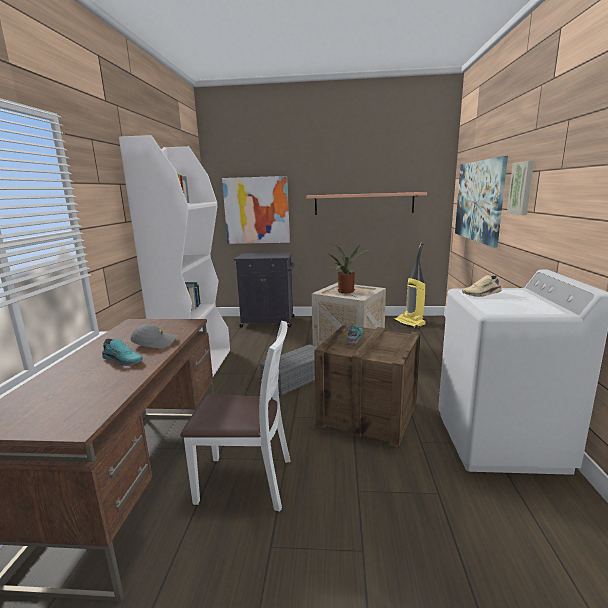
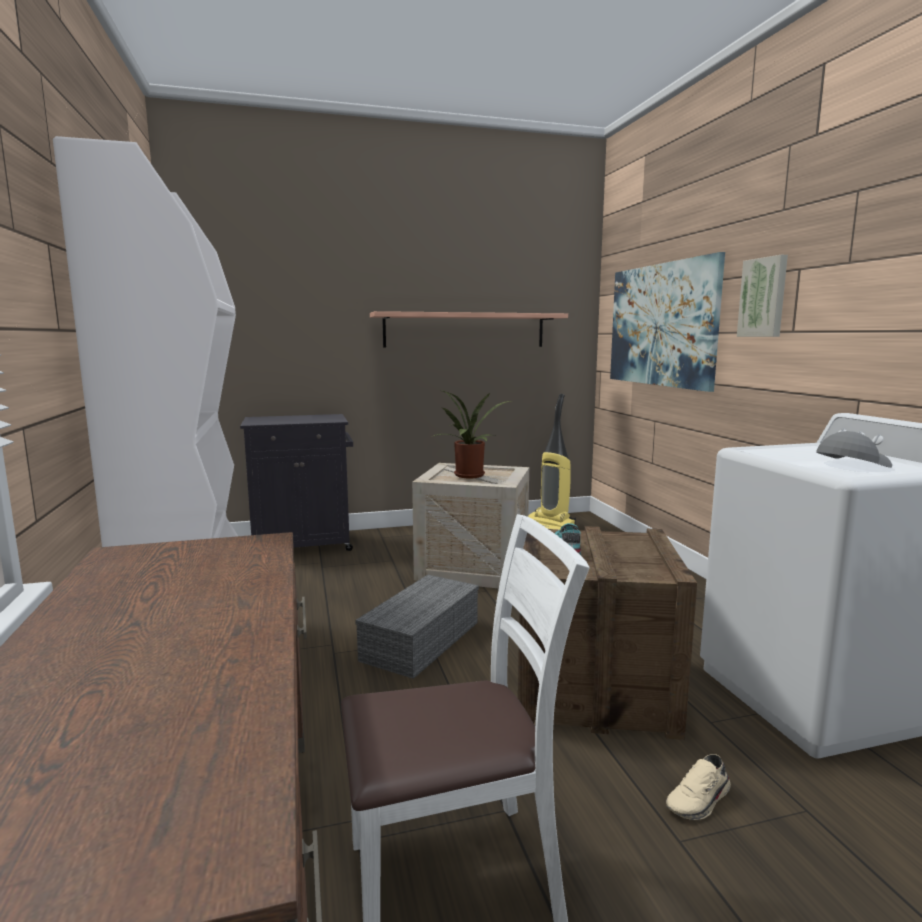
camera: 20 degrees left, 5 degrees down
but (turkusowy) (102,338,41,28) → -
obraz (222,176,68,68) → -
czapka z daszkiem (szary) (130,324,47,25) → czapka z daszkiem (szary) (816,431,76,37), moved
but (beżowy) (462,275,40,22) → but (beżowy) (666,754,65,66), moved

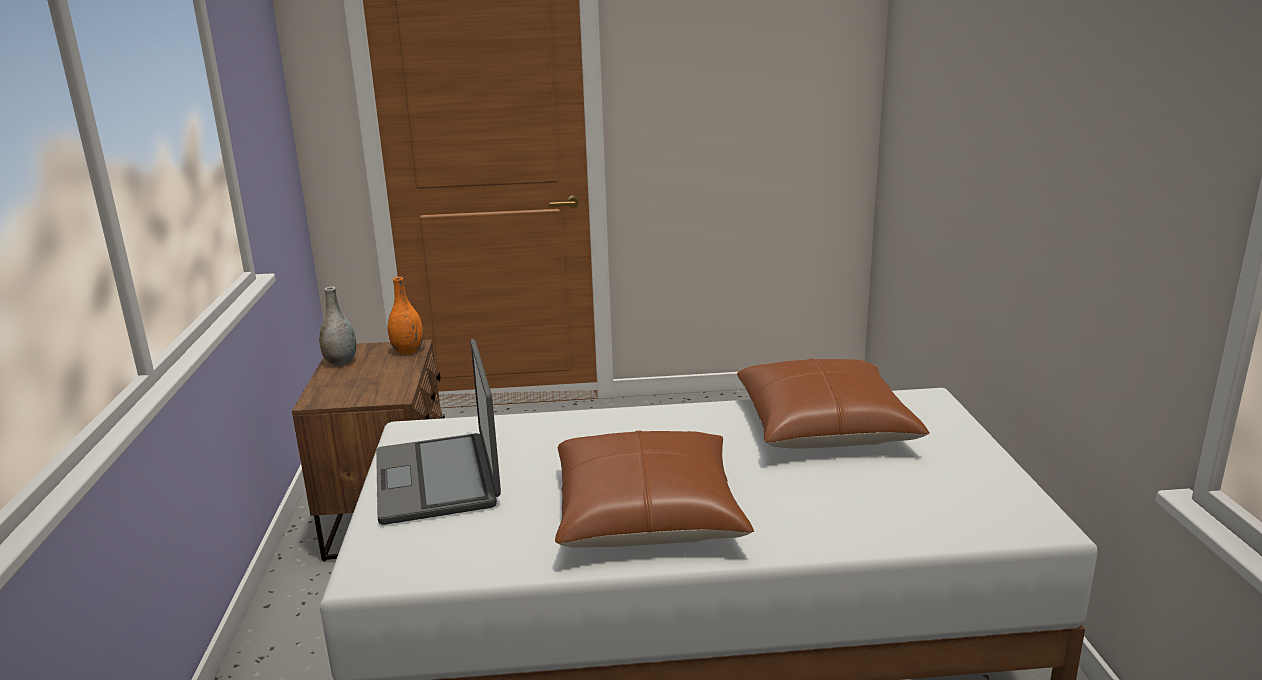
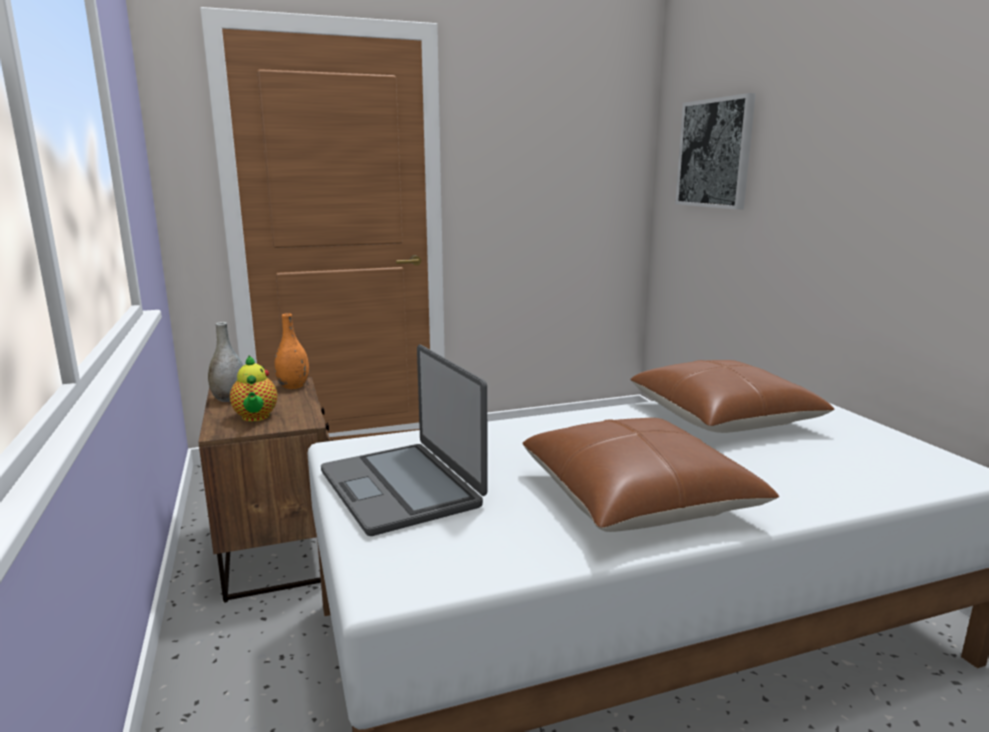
camera: 15 degrees left, 5 degrees down
- → imbryk (230,355,48,67)
- → obraz (675,93,81,117)

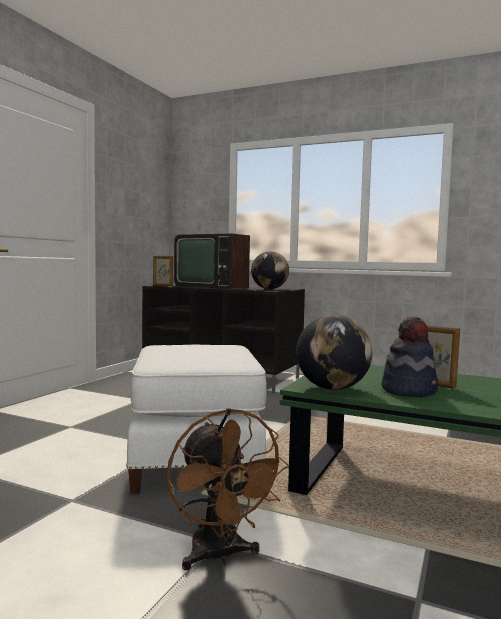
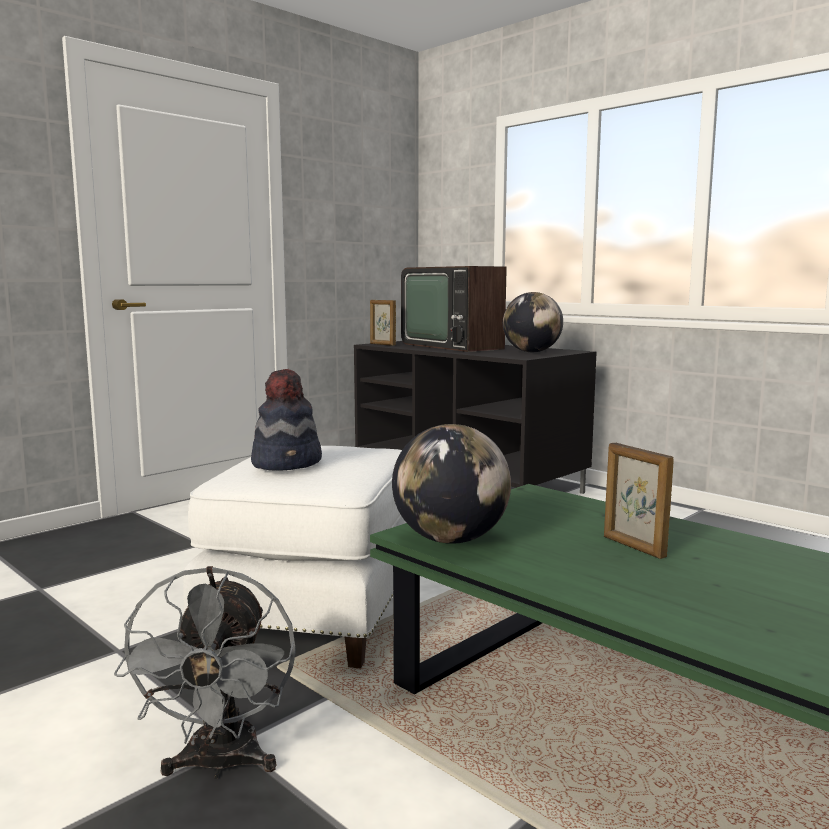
camera: 20 degrees right, 5 degrees up
kapelusz (381,317,57,80) → kapelusz (251,369,71,102), moved
wentylator (brązowy) (167,408,123,162) → wentylator (szary) (114,566,182,213)

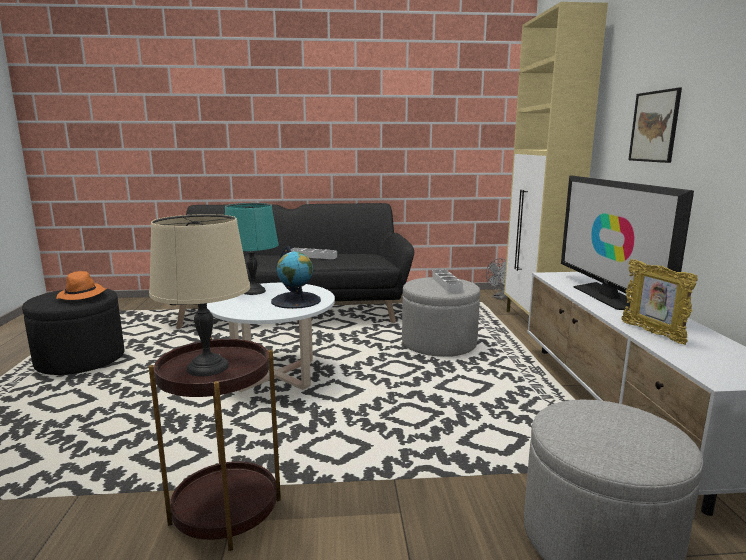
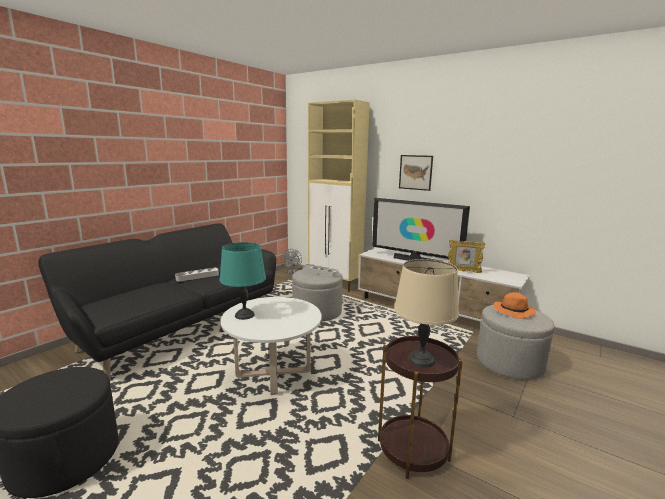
camera: 50 degrees left, 0 degrees up
globus (271,246,50,63) → -
kapelusz (pomarańczowy) (57,271,49,29) → kapelusz (pomarańczowy) (493,292,43,27), moved

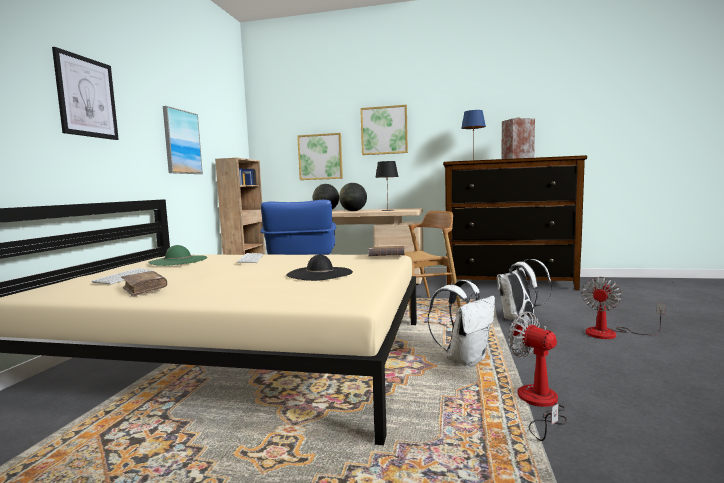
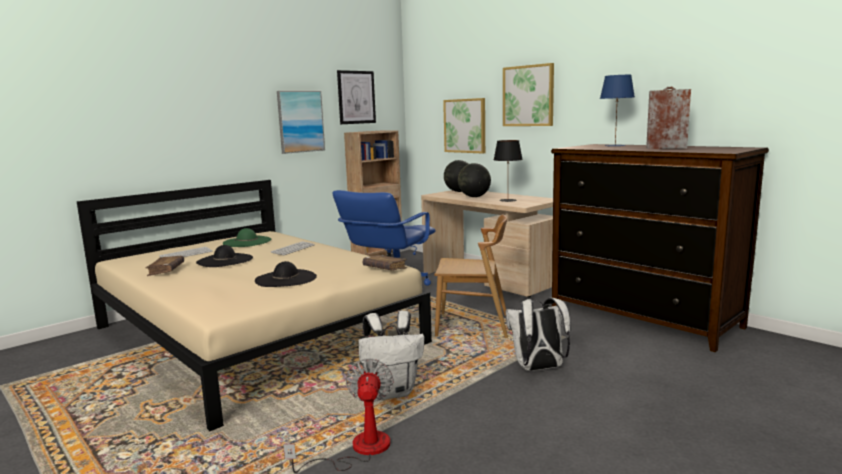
camera: 35 degrees right, 5 degrees up
wentylator (581,277,85,62) → -
- → kapelusz (czarny) (196,245,57,22)
obraz (52,47,67,93) → obraz (337,70,39,54), moved

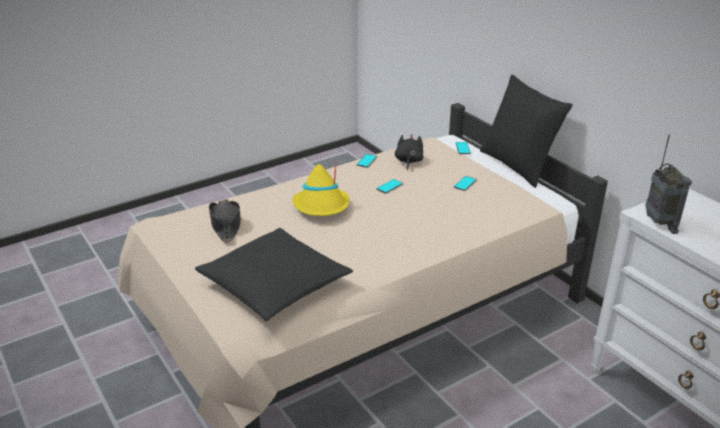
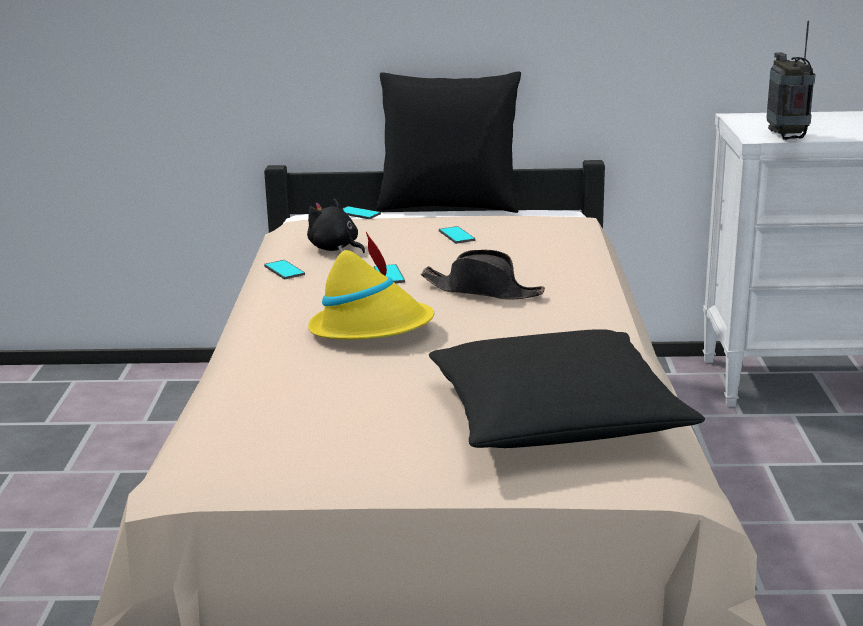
camera: 55 degrees left, 10 degrees down
kapelusz (czarny) (209,199,33,44) → kapelusz (czarny) (421,250,124,50), moved
radio (645,134,47,100) → radio (767,21,48,119), 120 degrees counterclockwise

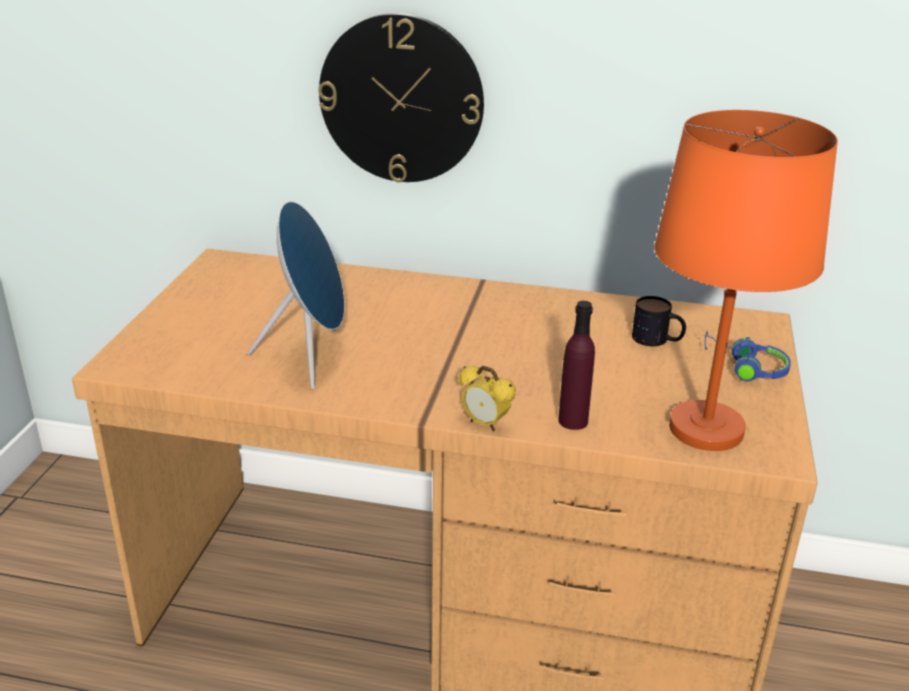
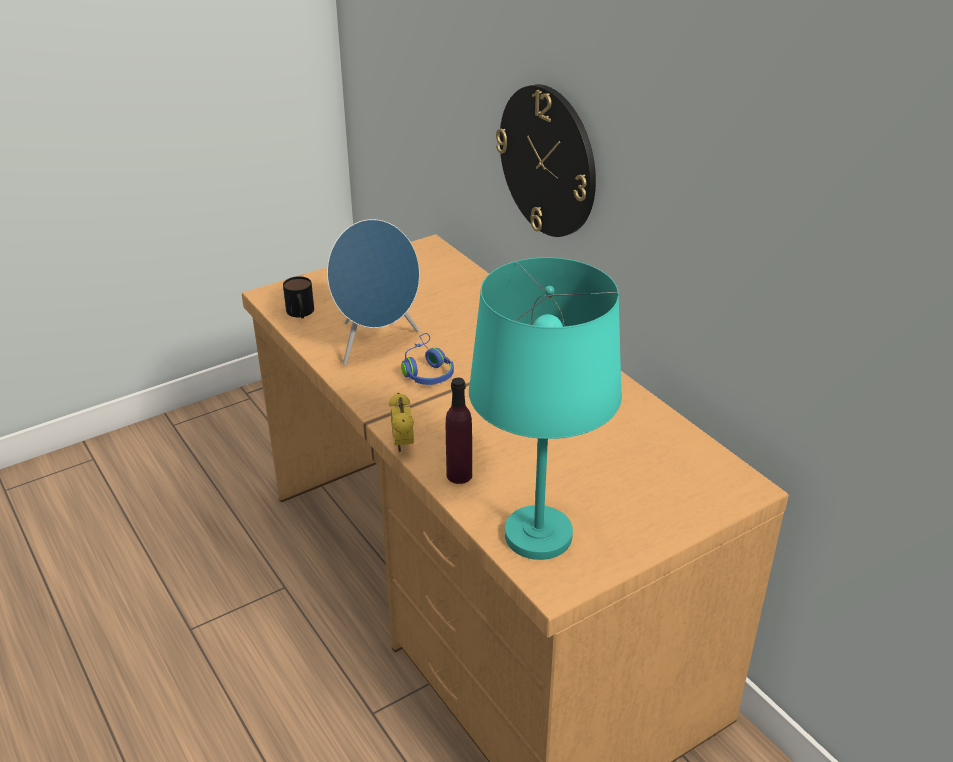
camera: 45 degrees right, 5 degrees up
kubek (632,296,54,50) → kubek (283,276,31,42), moved
słuchawki (niebieski) (705,331,86,50) → słuchawki (niebieski) (401,333,53,52), moved
lampa stołowa (pomarańczowy) (654,110,184,341) → lampa stołowa (turkusowy) (469,257,153,303)

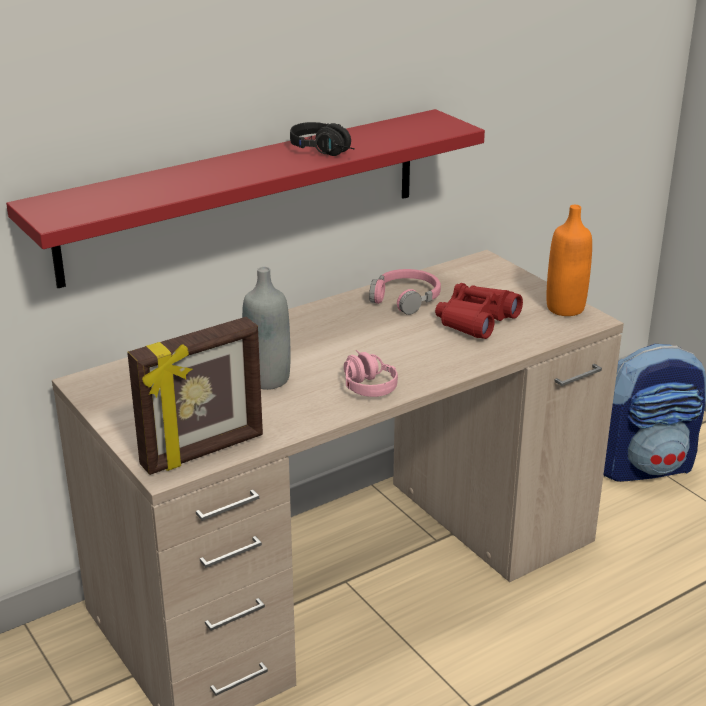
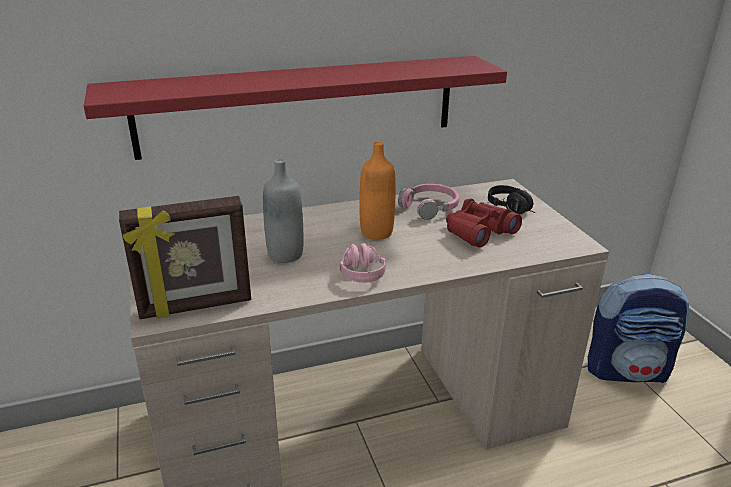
camera: 15 degrees right, 0 degrees up
słuchawki (czarny) (290,122,65,34) → słuchawki (czarny) (488,185,47,29), moved
butelka (pomarańczowy) (546,205,46,111) → butelka (pomarańczowy) (359,142,37,98), moved

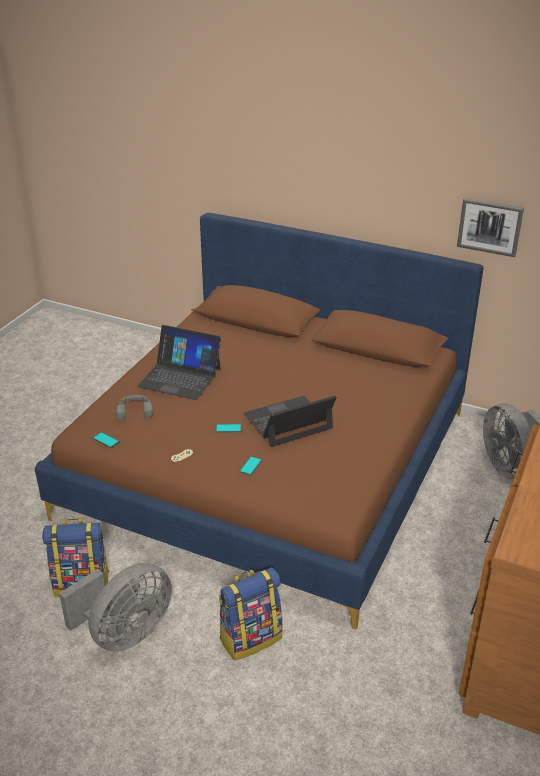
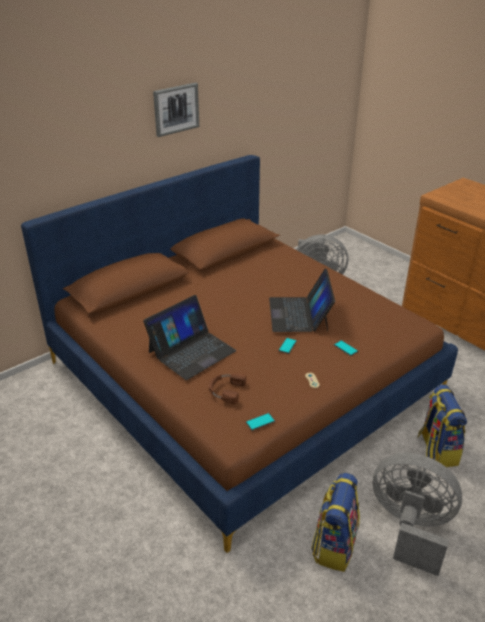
camera: 65 degrees left, 0 degrees up
obraz (457,198,67,59) → obraz (153,82,46,55), moved
słuchawki (szary) (116,395,37,25) → słuchawki (brązowy) (209,373,37,31)
wentylator (szary) (59,563,113,89) → wentylator (szary) (373,453,89,123), 45 degrees counterclockwise

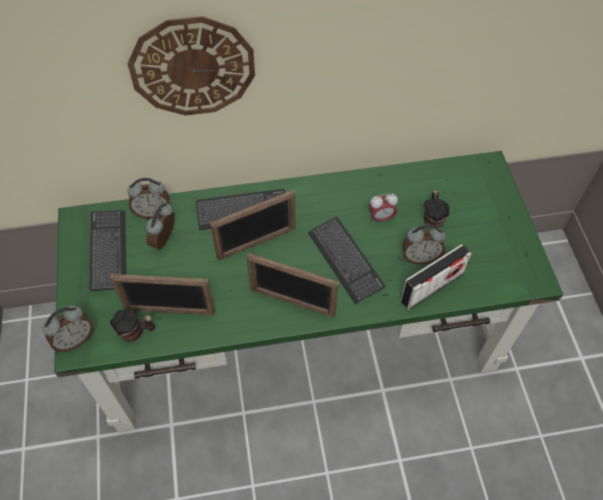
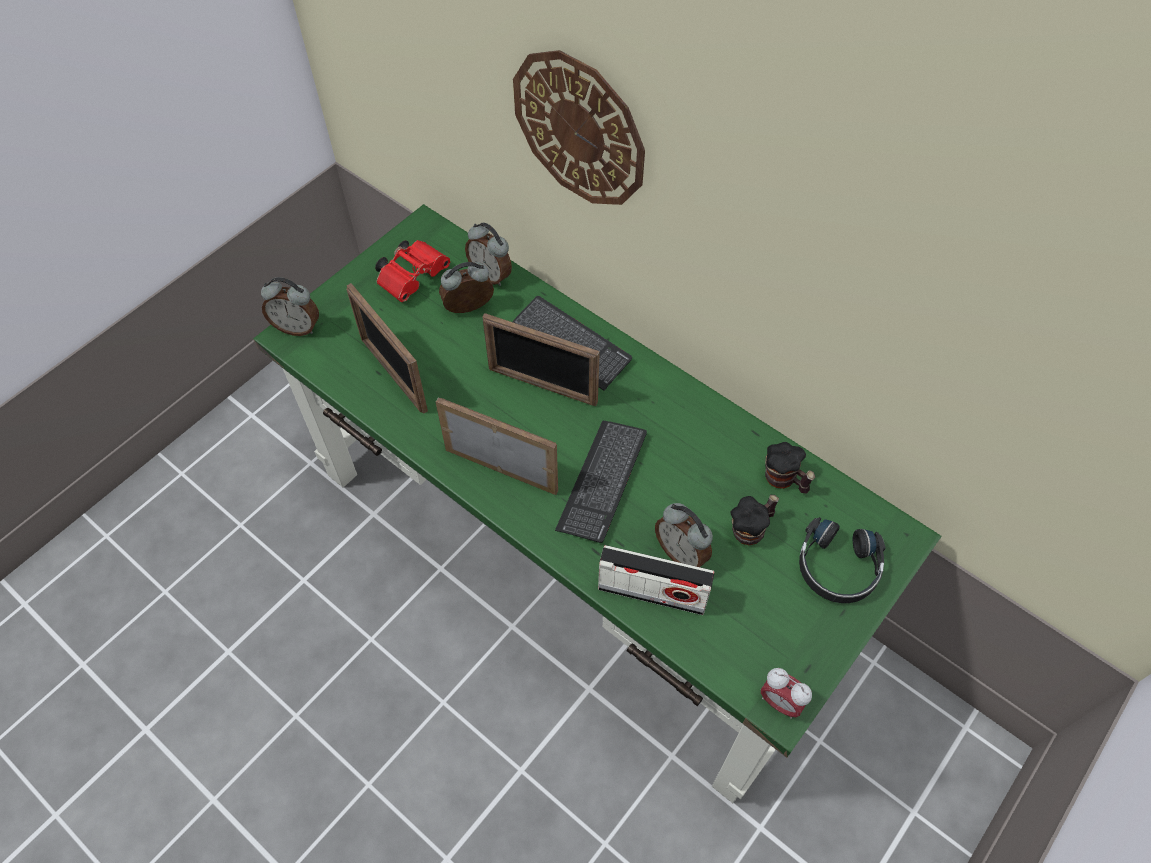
camera: 50 degrees right, 0 degrees up
- → słuchawki (czarny) (799,517,87,86)
kubek (110,307,45,35) → kubek (765,442,50,52), moved
budzik (369,194,29,30) → budzik (761,668,51,51), moved
klawiatura (89,210,37,81) → lornetka (czerwony) (375,240,75,62)
ramka na zdjęcie (247,253,92,64) → ramka na zdjęcie (436,398,122,97), 135 degrees clockwise

